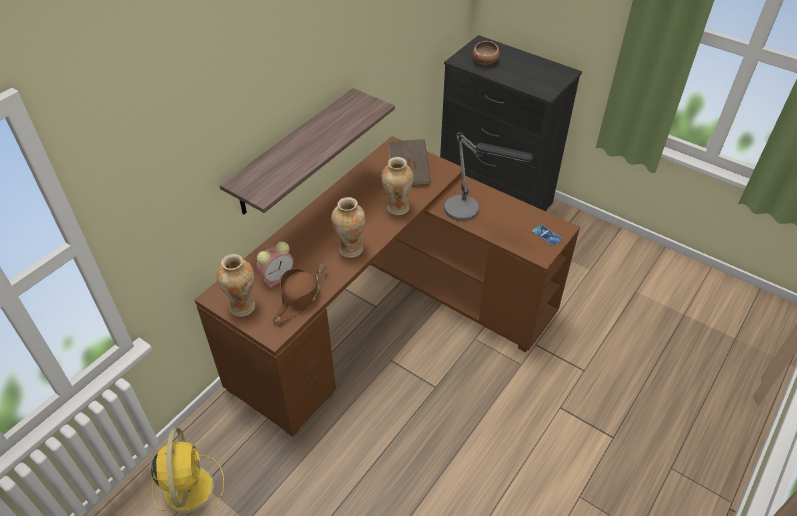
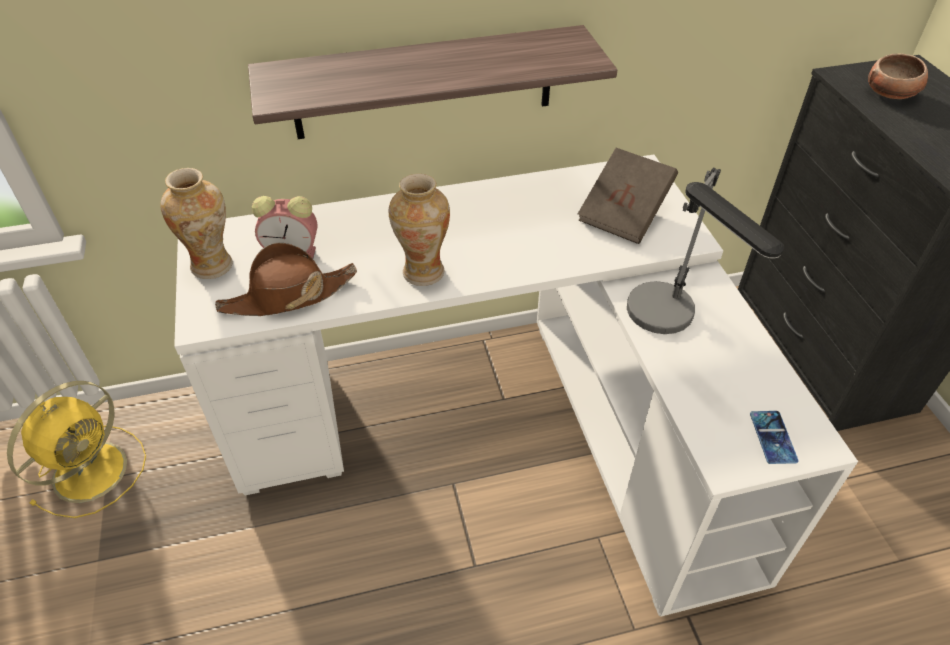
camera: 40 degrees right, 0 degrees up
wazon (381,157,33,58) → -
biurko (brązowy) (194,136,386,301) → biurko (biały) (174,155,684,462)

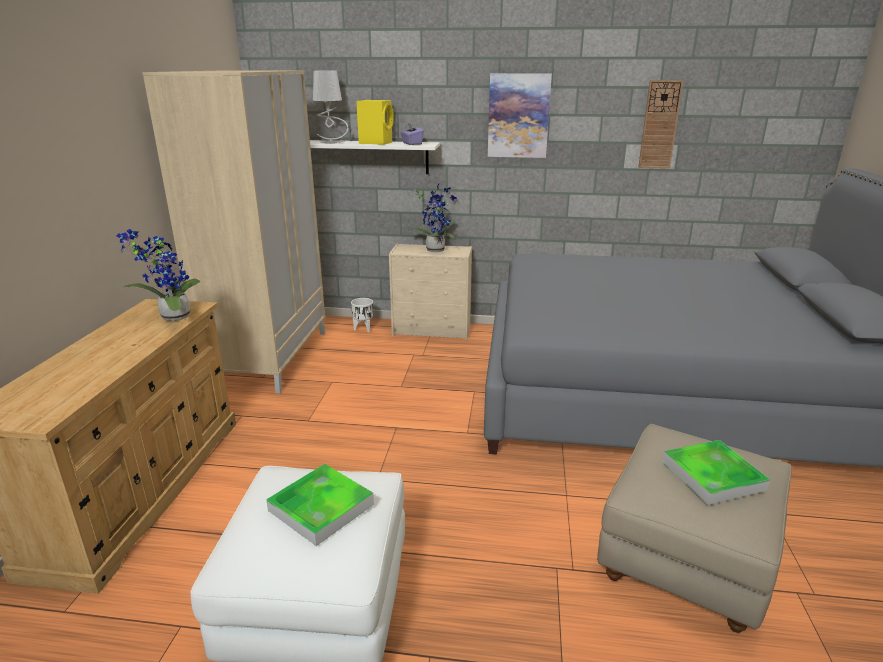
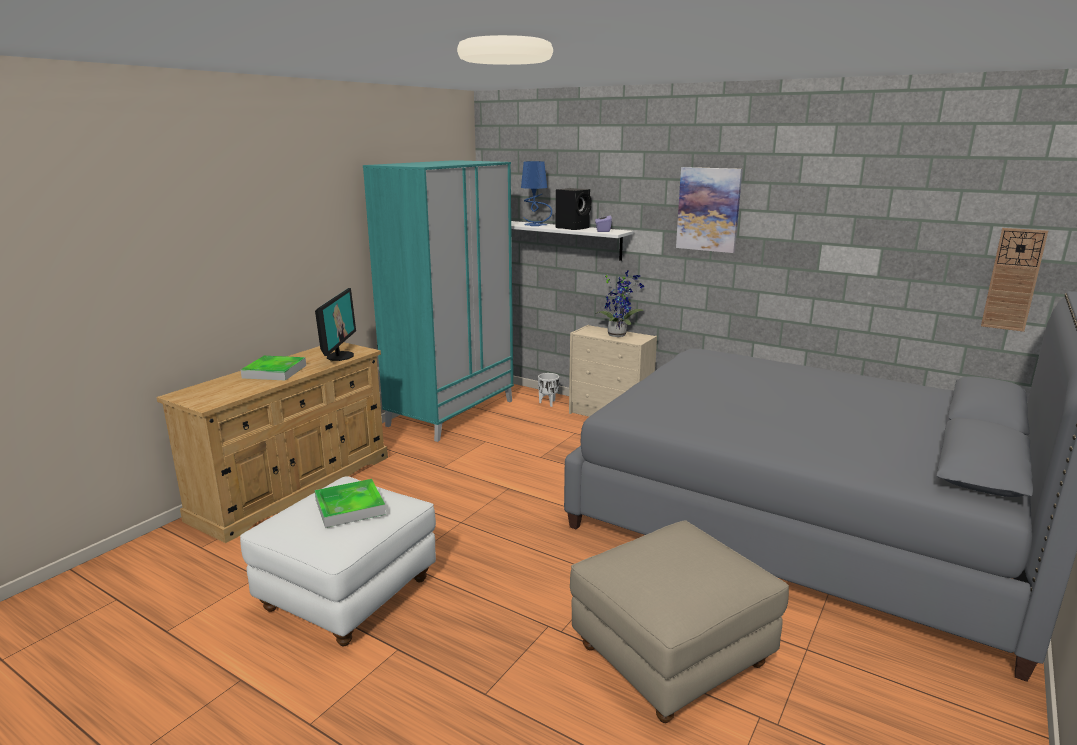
camera: 25 degrees right, 5 degrees down
zegar ścienny (638,80,46,89) → zegar ścienny (981,228,67,104), moved
taca (662,440,108,65) → taca (241,356,65,25), moved
roślina doniczkowa (117,229,84,92) → monitor (315,288,41,73)
szafa (beżowy) (142,70,184,324) → szafa (turkusowy) (363,160,151,282)
lampa stołowa (szary) (313,71,35,73) → lampa stołowa (niebieski) (521,161,31,65)
głośnik (żółty) (356,100,38,45) → głośnik (czarny) (556,188,35,42)

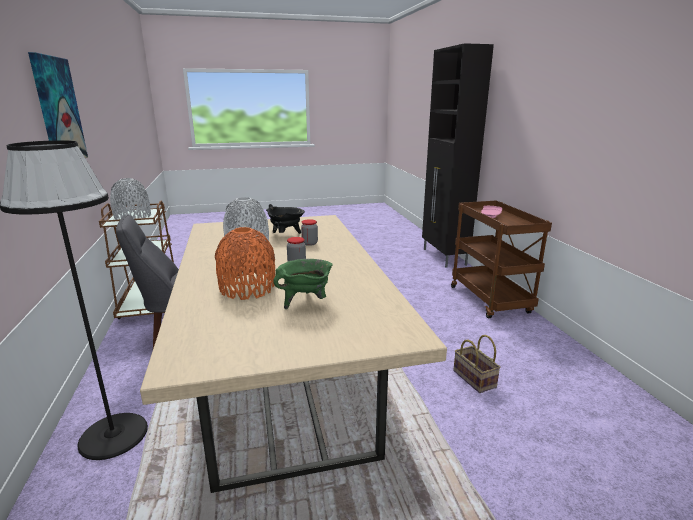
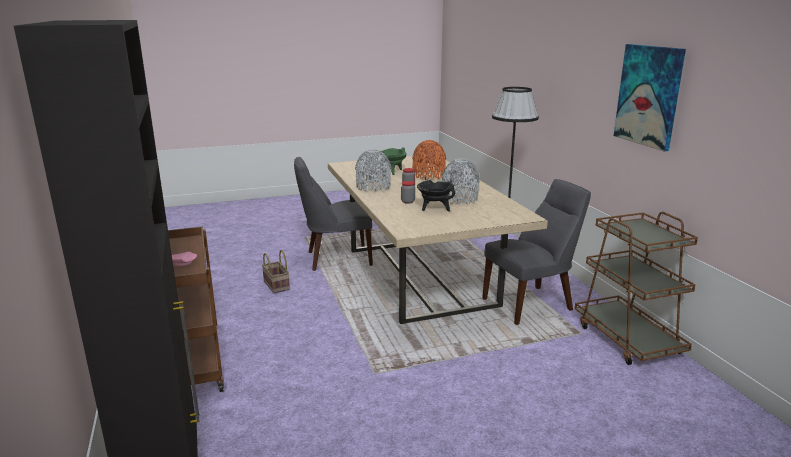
camera: 175 degrees right, 0 degrees up
- → krzesło (szary) (294,157,79,114)
wazon (szary) (110,178,41,42) → wazon (szary) (355,149,37,43), moved

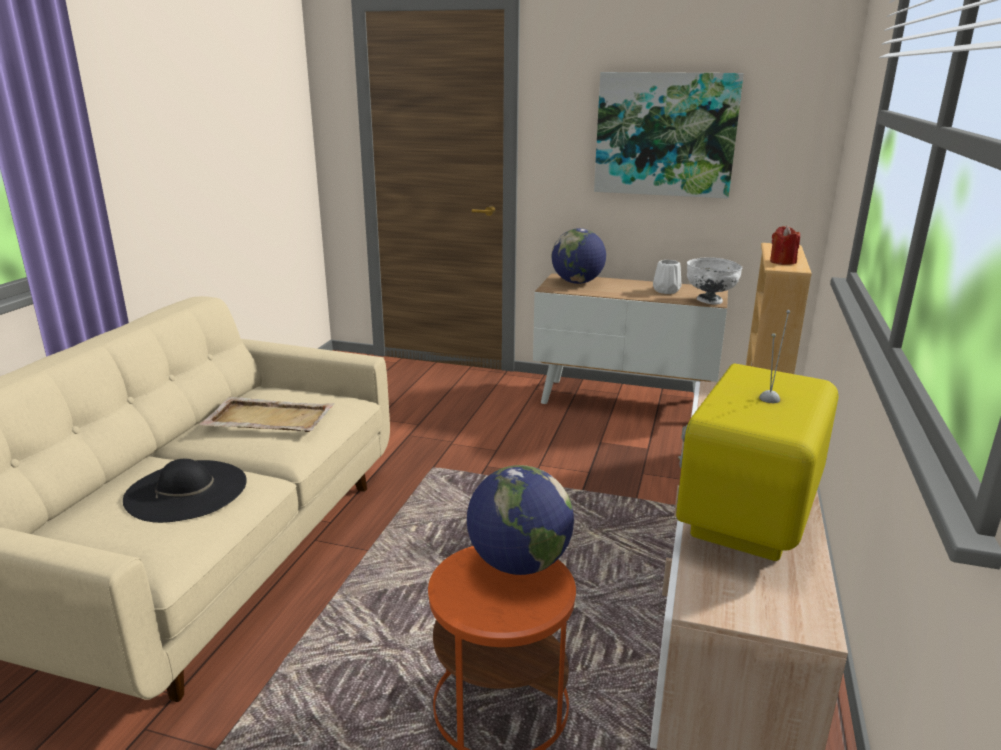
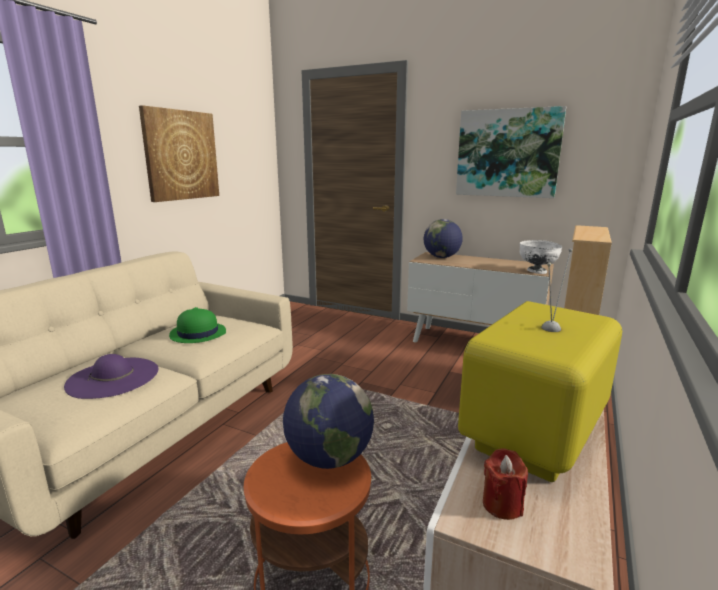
camera: 10 degrees right, 5 degrees down
wazon (biały) (653,260,28,34) → -
- → obraz (139,105,80,97)
świeca (czerwony) (770,226,30,39) → świeca (czerwony) (483,448,45,72), moved
taca (beżowy) (199,397,135,35) → kapelusz (zielony) (169,307,57,36)
kapelusz (czarny) (123,458,124,65) → kapelusz (fioletowy) (64,354,94,45)

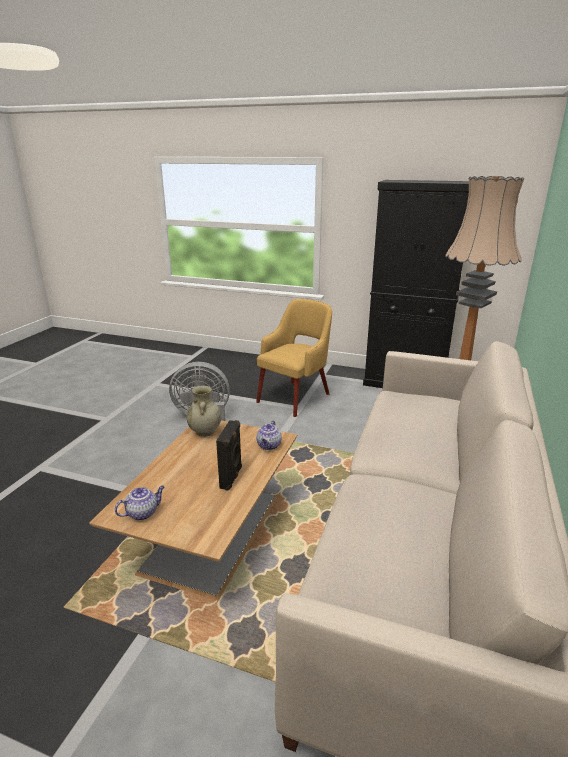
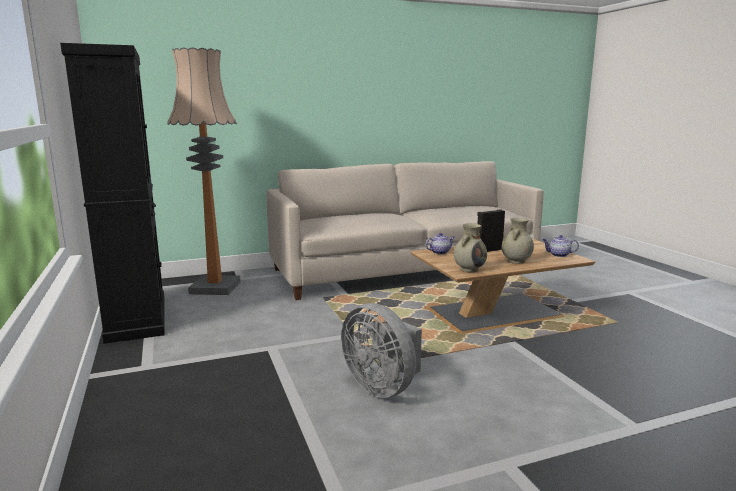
camera: 130 degrees left, 10 degrees down
fotel (żółty) (256,299,76,118) → -
- → wazon (beżowy) (502,218,32,46)

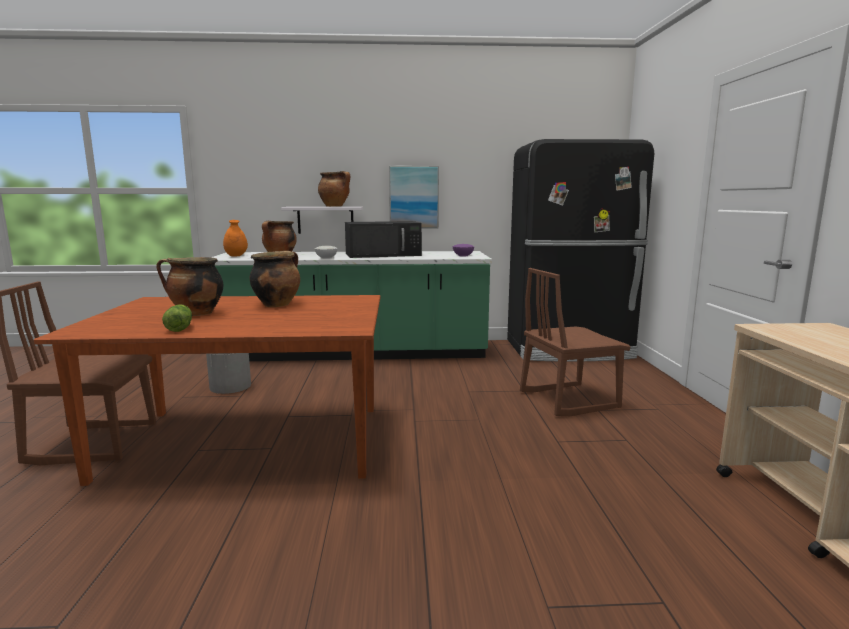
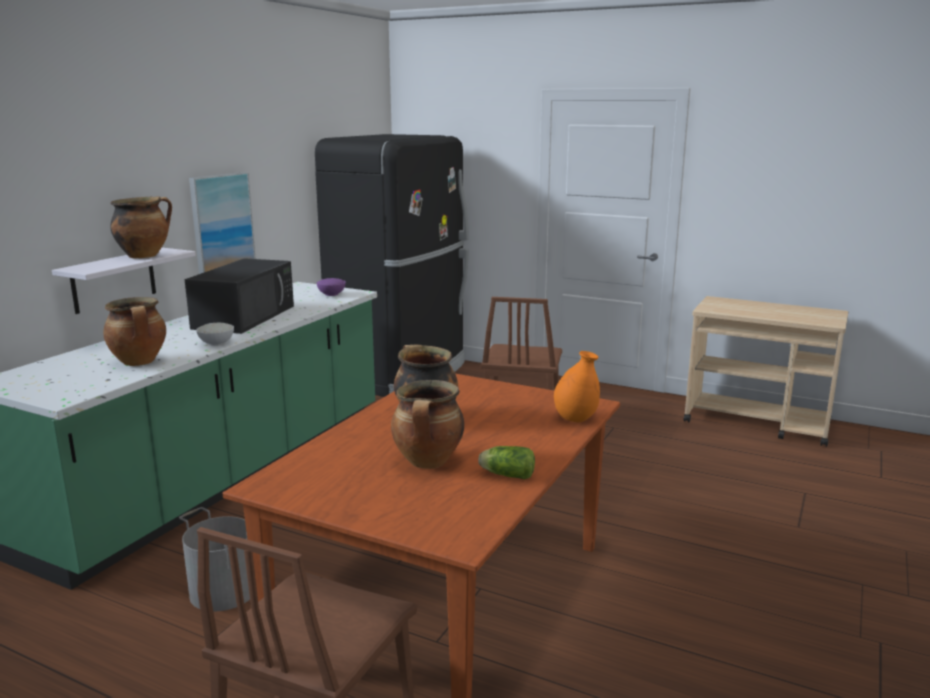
camera: 60 degrees left, 5 degrees up
wazon (pomarańczowy) (223,220,25,37) → wazon (pomarańczowy) (554,351,46,71), moved

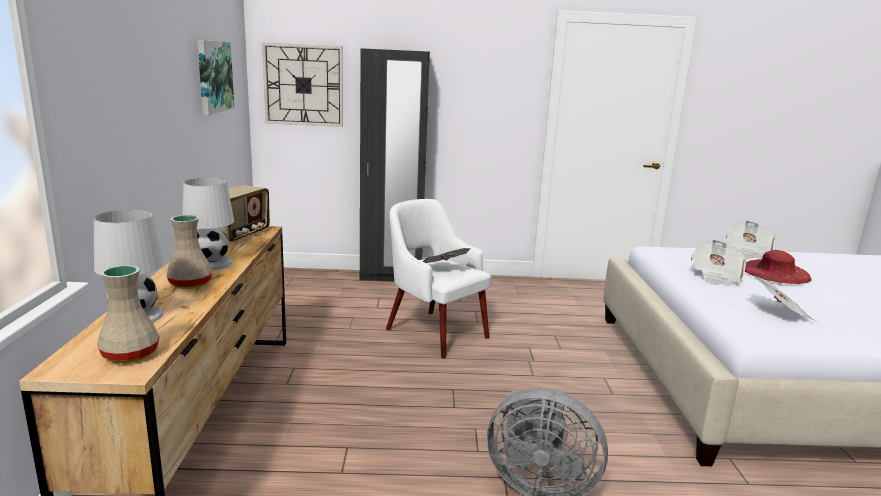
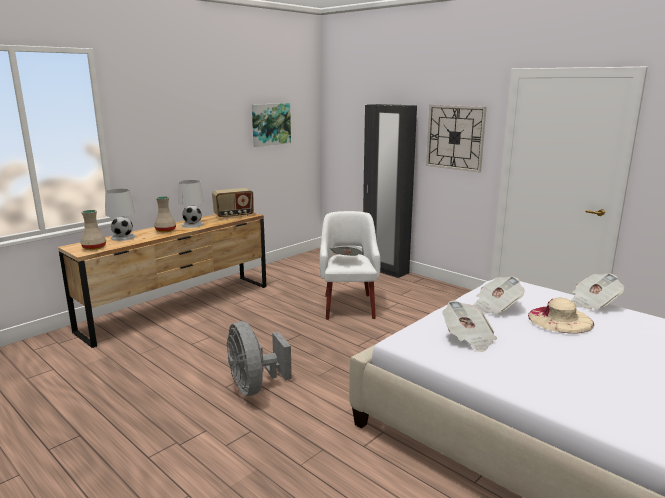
camera: 45 degrees right, 0 degrees up
zegar ścienny (262,43,81,84) → zegar ścienny (426,105,61,68), moved
kapelusz (czerwony) (745,250,66,34) → kapelusz (beżowy) (528,298,66,36)

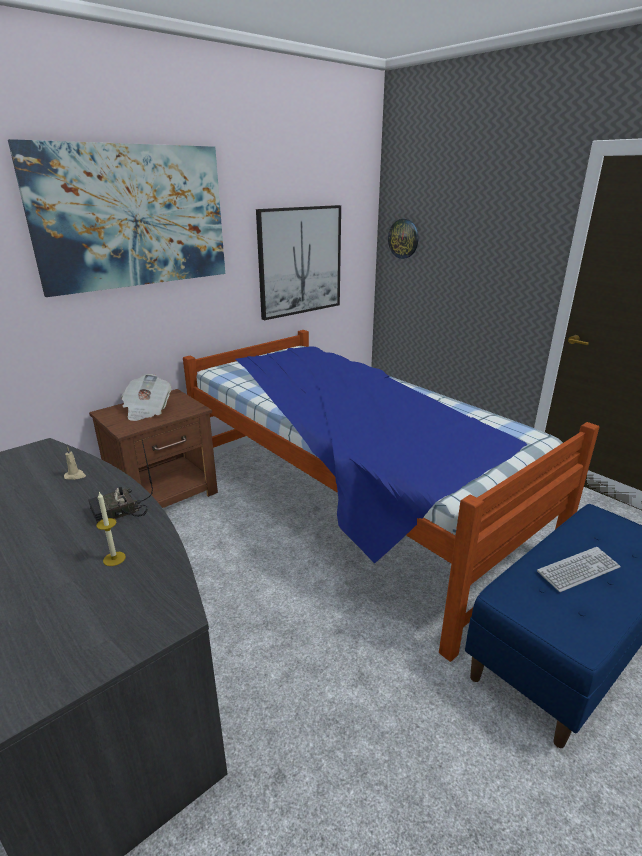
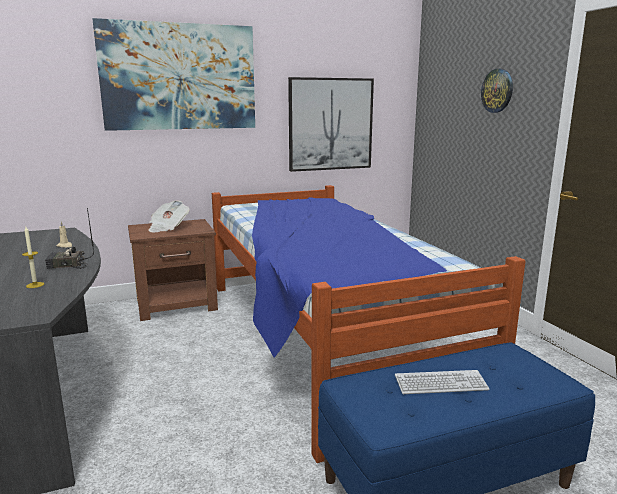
camera: 20 degrees right, 10 degrees down
zegar ścienny (388,219,30,40) → zegar ścienny (481,69,32,44), moved

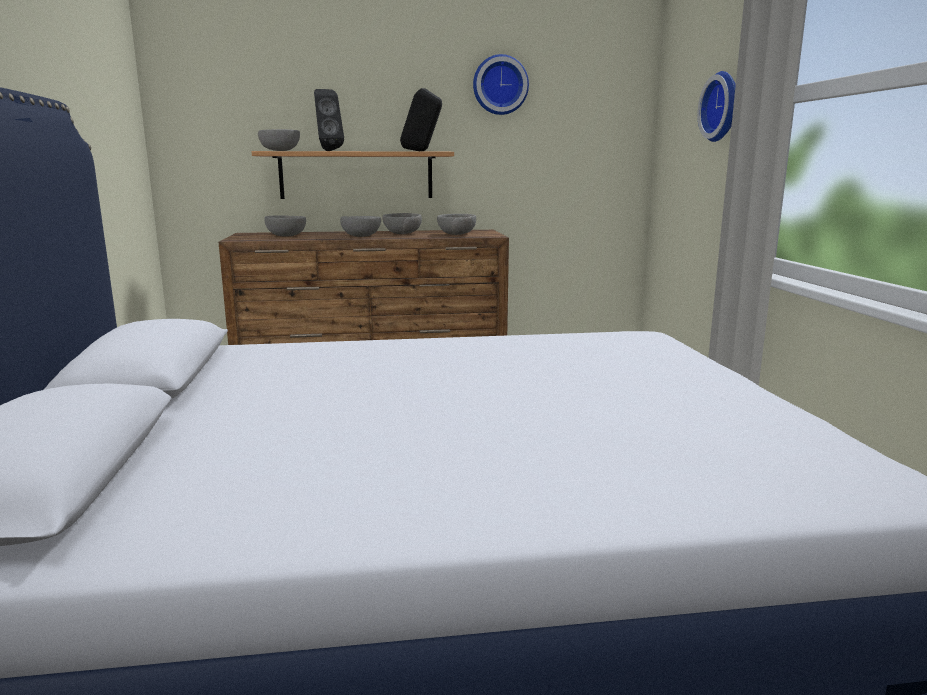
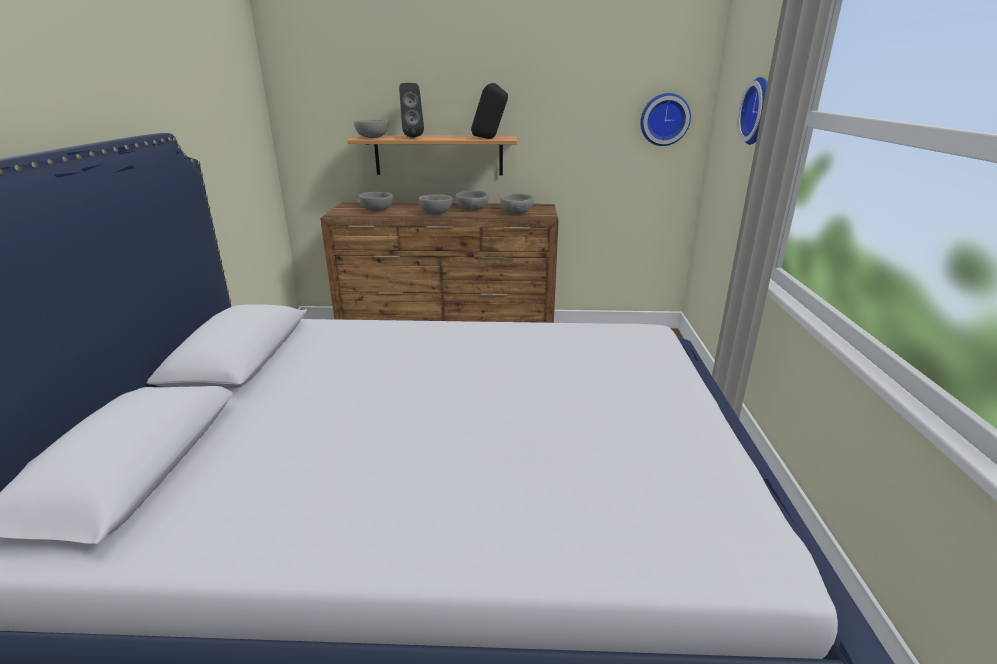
camera: 10 degrees right, 10 degrees up
zegar ścienny (473,54,56,61) → zegar ścienny (640,93,51,53), moved

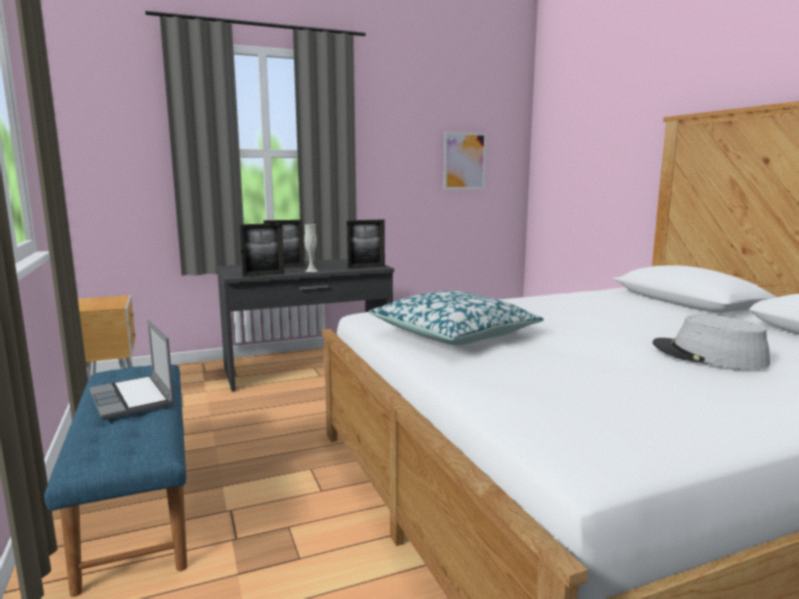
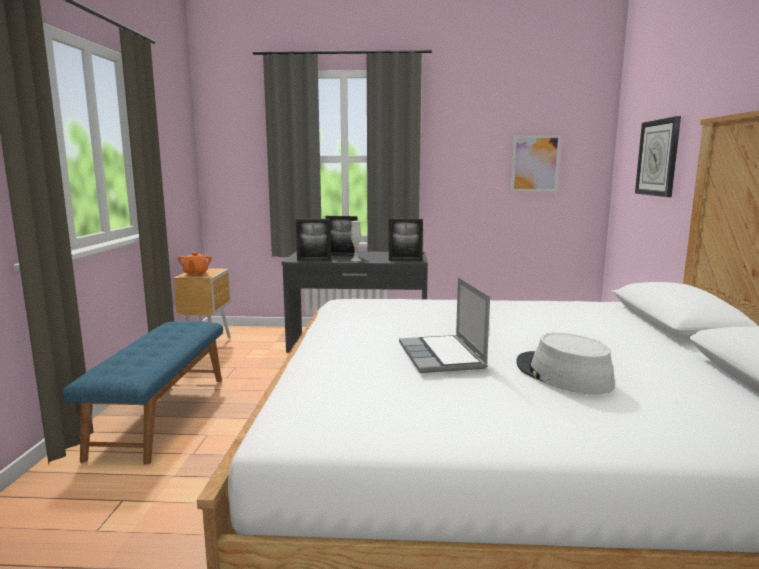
camera: 25 degrees right, 0 degrees up
poduszka (369,291,175,54) → -
- → imbryk (pomarańczowy) (177,252,35,24)
- → zegar ścienny (635,116,46,81)
laptop (89,320,86,100) → laptop (399,277,91,96), moved

